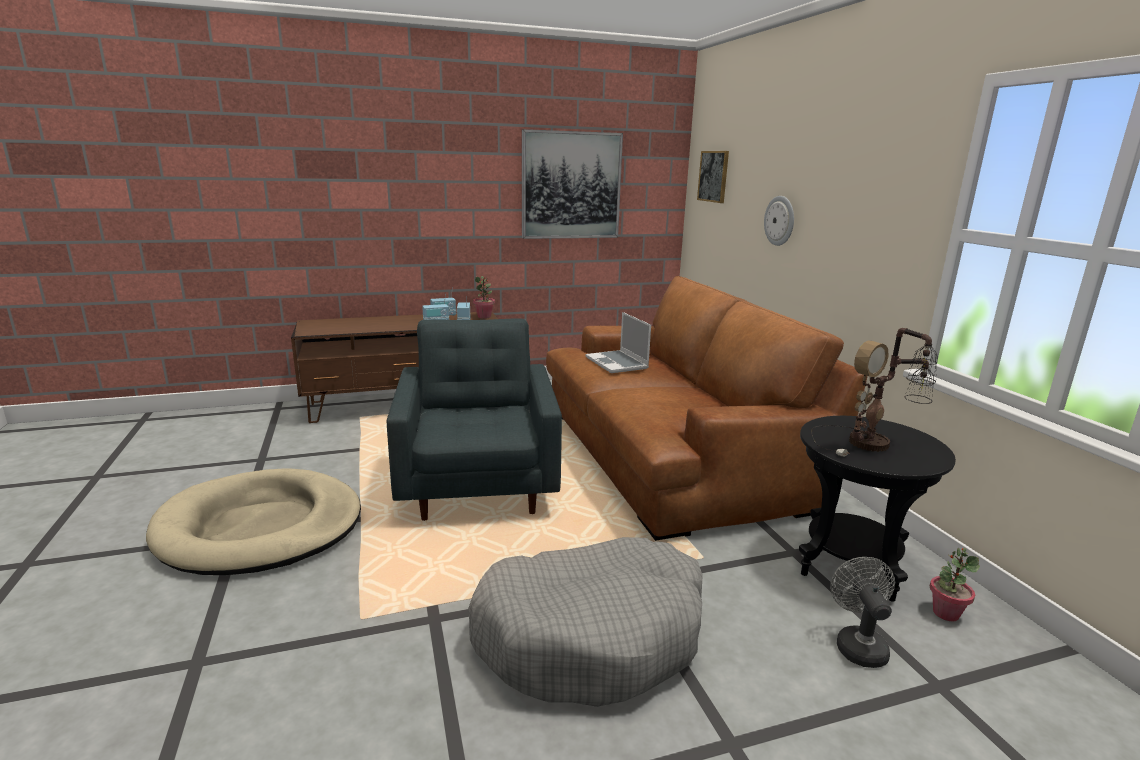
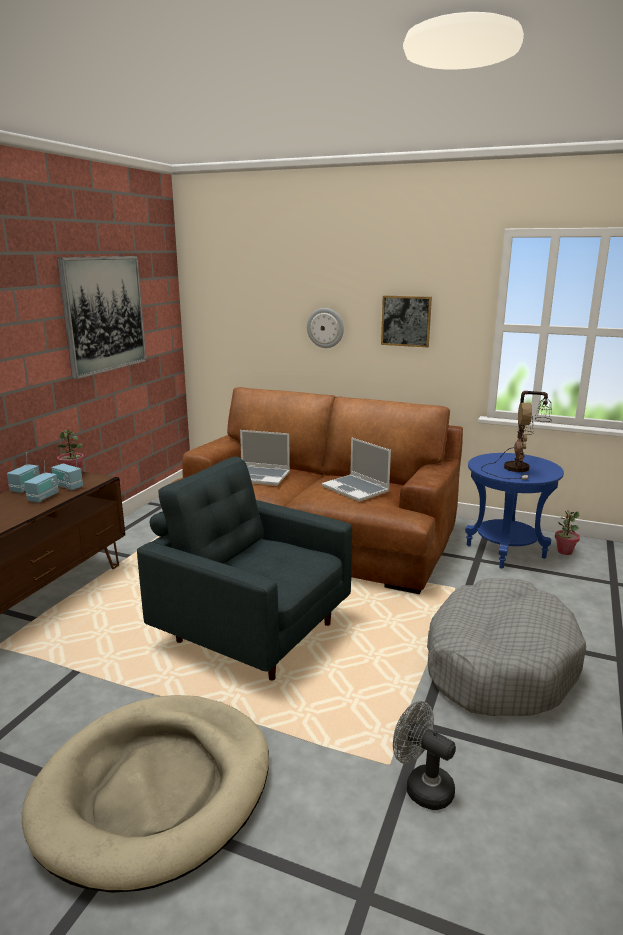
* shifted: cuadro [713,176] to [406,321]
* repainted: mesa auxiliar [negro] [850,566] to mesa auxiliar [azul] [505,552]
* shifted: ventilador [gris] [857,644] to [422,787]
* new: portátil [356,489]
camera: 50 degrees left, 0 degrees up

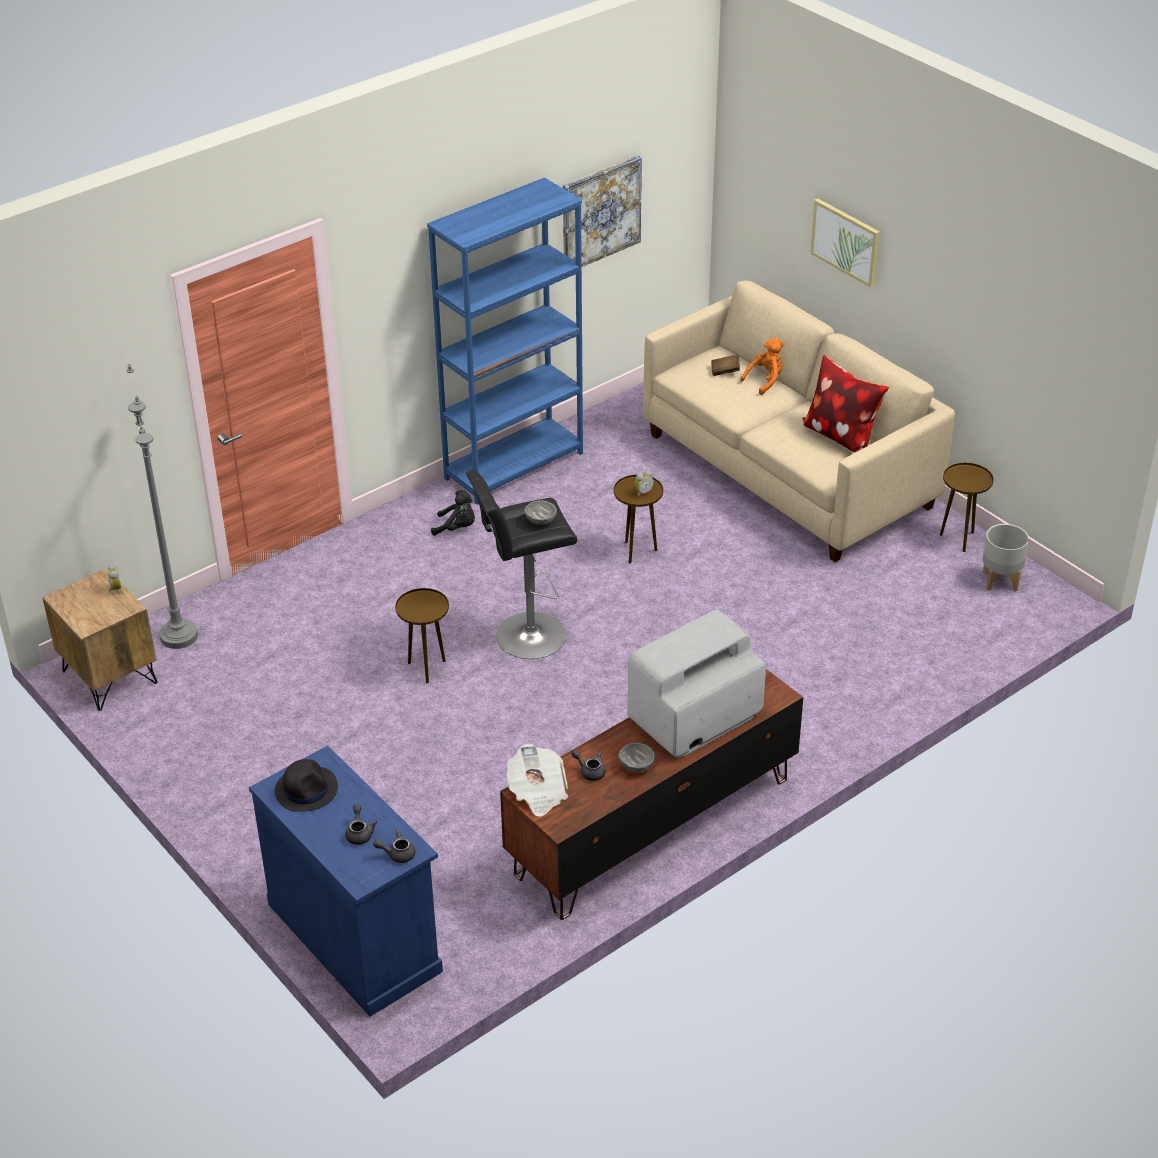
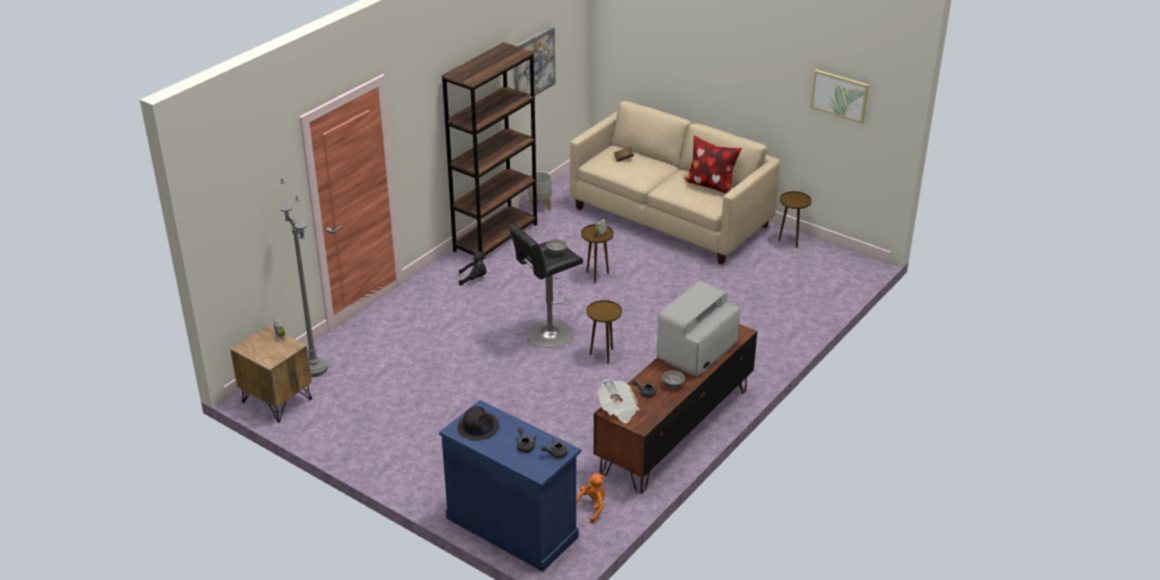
* shifted: mesa auxiliar [marrón] [426,668] to [603,355]
* repainted: estantería [azul] [514,465] to estantería [marrón] [495,237]
* shifted: peluche [naranja] [765,381] to [591,507]
* shifted: cuadro [846,242] to [840,95]
* shifted: maceta [gris] [1000,581] to [540,207]
camera: 15 degrees left, 5 degrees down

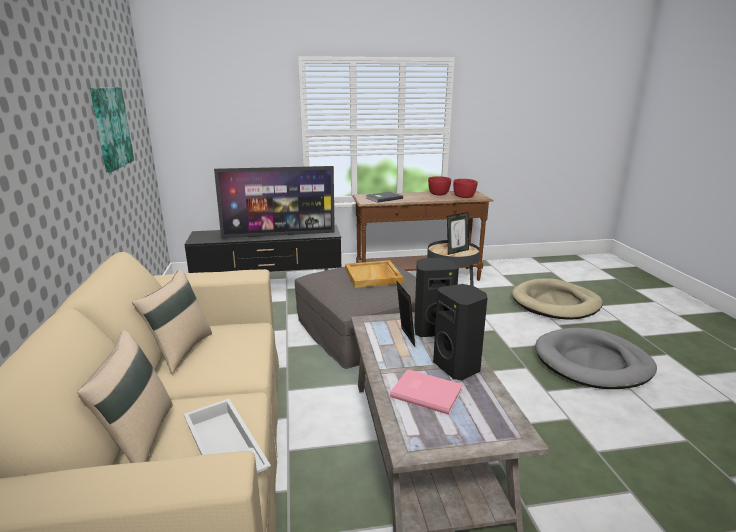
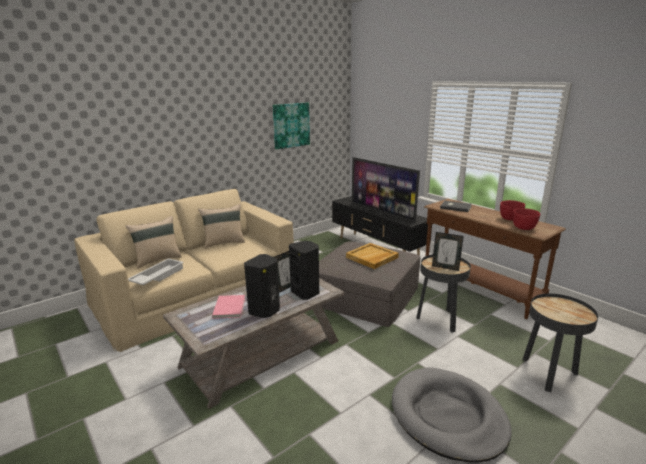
* swapped: cama para perro [beis] [555,303] to mesa auxiliar [negro] [549,374]
camera: 60 degrees right, 0 degrees up

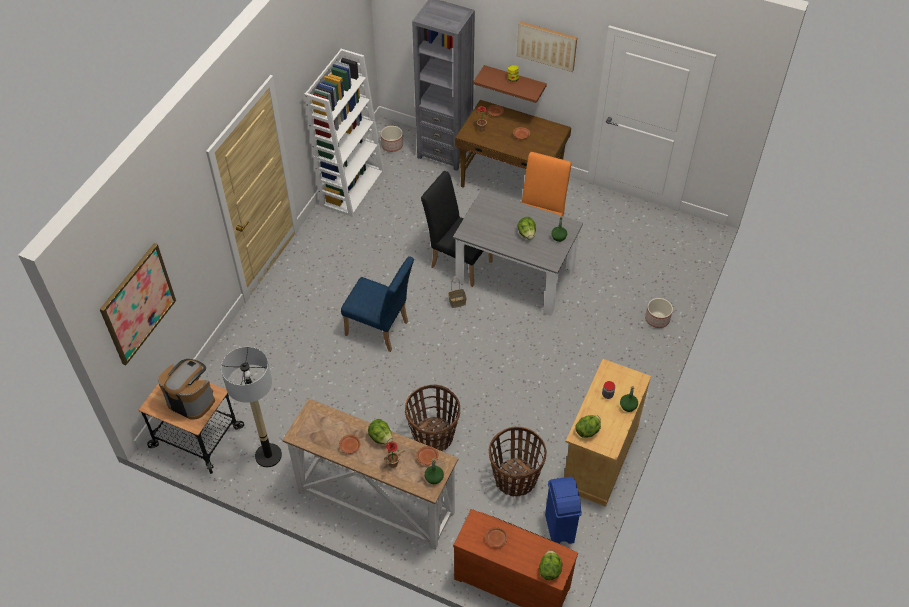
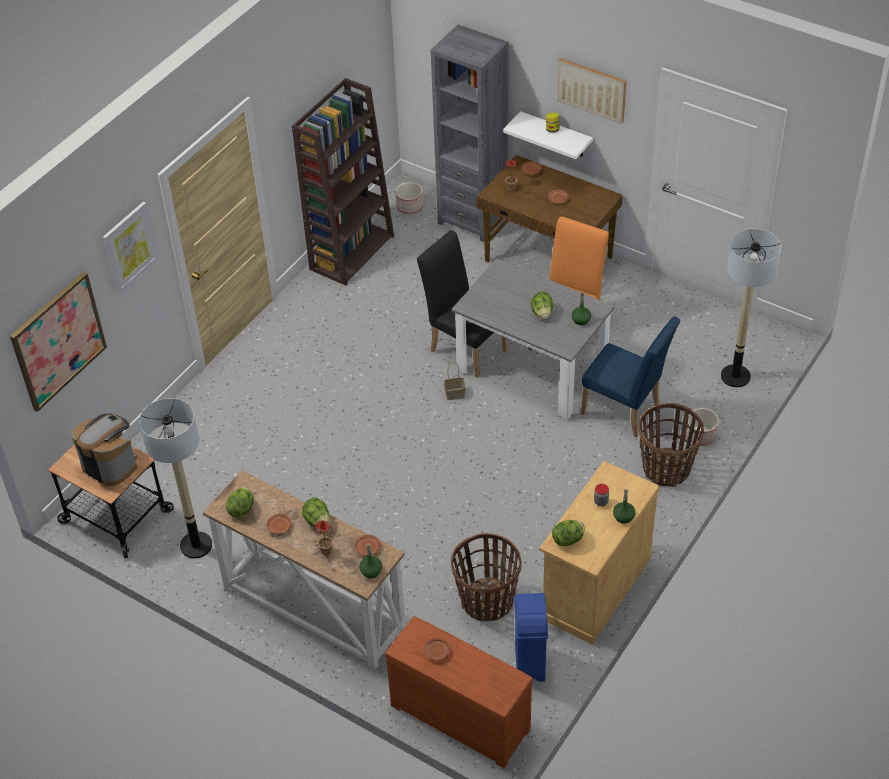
* repainted: estantería [blanco] [352,187] to estantería [marrón] [352,252]
* shifted: silla [azul] [381,330] to [625,412]
* shifted: cesta [433,436] to [666,469]
* repainted: estante [marrón] [514,82] to estante [blanco] [556,135]
* shifted: lechuga [549,569] to [242,509]
* new: cuadro [129,247]
* new: lámpara de pie [735,376]
camera: 10 degrees right, 5 degrees down

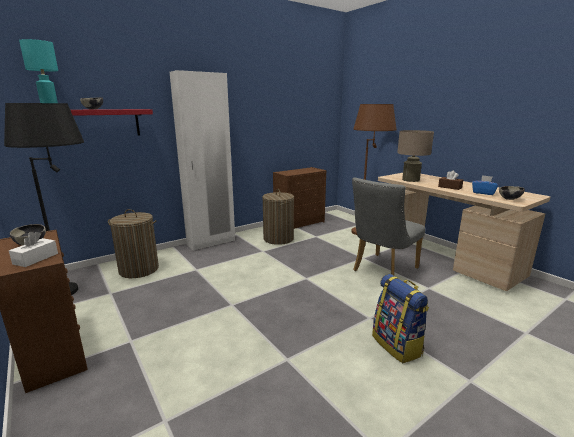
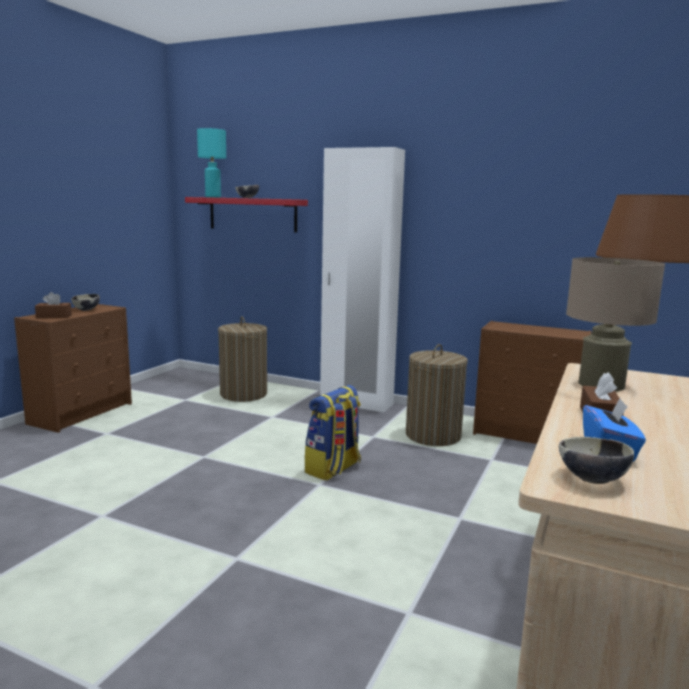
* gone: lámpara de pie [negro] [78,291]
* repainted: caja de pañuelos [blanco] [36,259] to caja de pañuelos [marrón] [54,316]
* gone: silla [gris] [382,270]
* shifted: mochila [397,345] to [333,469]
camera: 60 degrees right, 5 degrees down

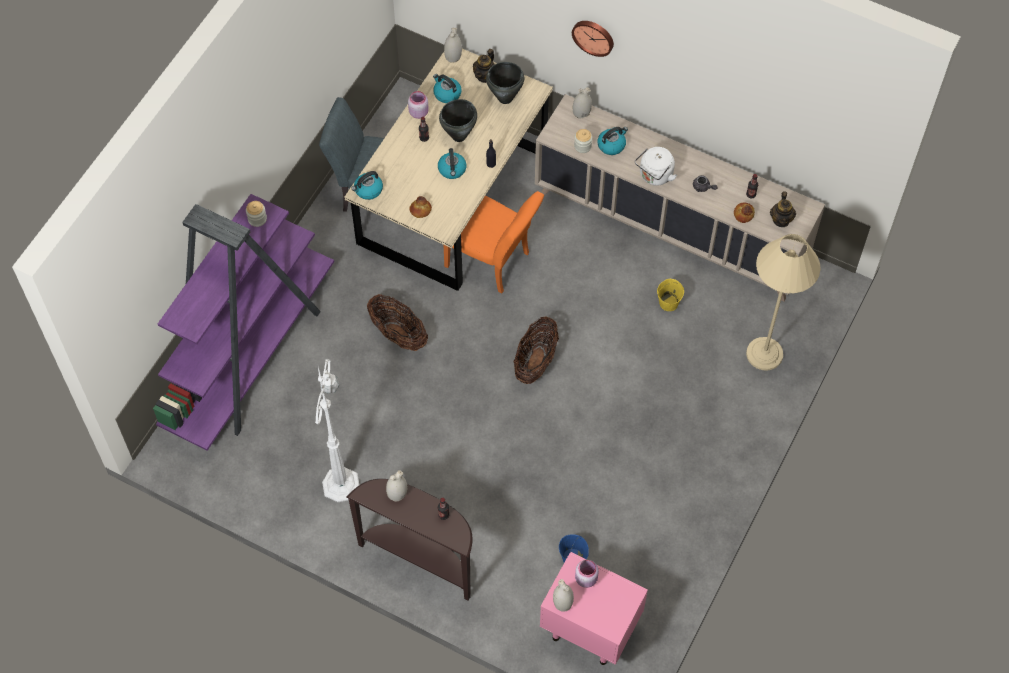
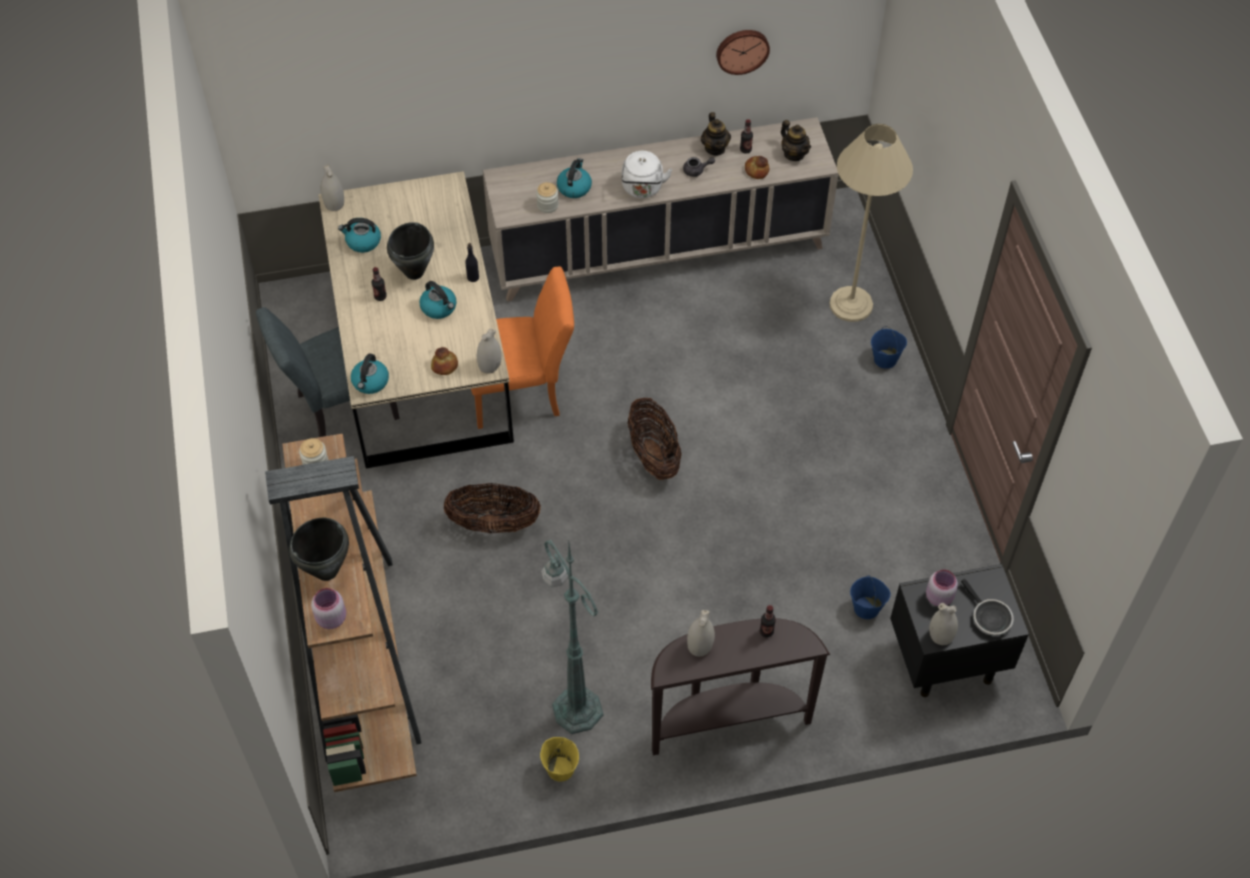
* repainted: estantería [morado] [251,355] to estantería [marrón] [358,653]
* repainted: lámpara de pie [blanco] [341,483] to lámpara de pie [verde] [576,707]
* shifted: tarro [rosa] [418,112] to [331,617]
* shifted: tetera [484,76] to [715,148]
* shifted: olla [negro] [505,98] to [327,571]
* repainted: mesita de noche [rosa] [589,628] to mesita de noche [negro] [945,660]
* shifted: reloj de pared [593,36] to [742,50]
* shifted: florero [blanco] [581,113] to [490,365]
* shifted: cubo [amarillo] [668,303] to [560,768]
* new: cubo [azul] [885,359]
* new: sartén [988,618]
camera: 40 degrees left, 5 degrees down

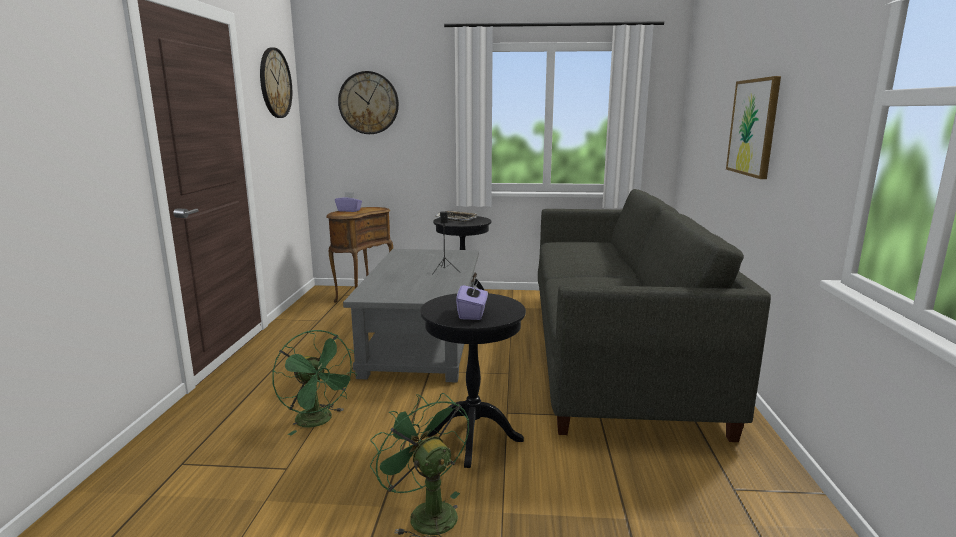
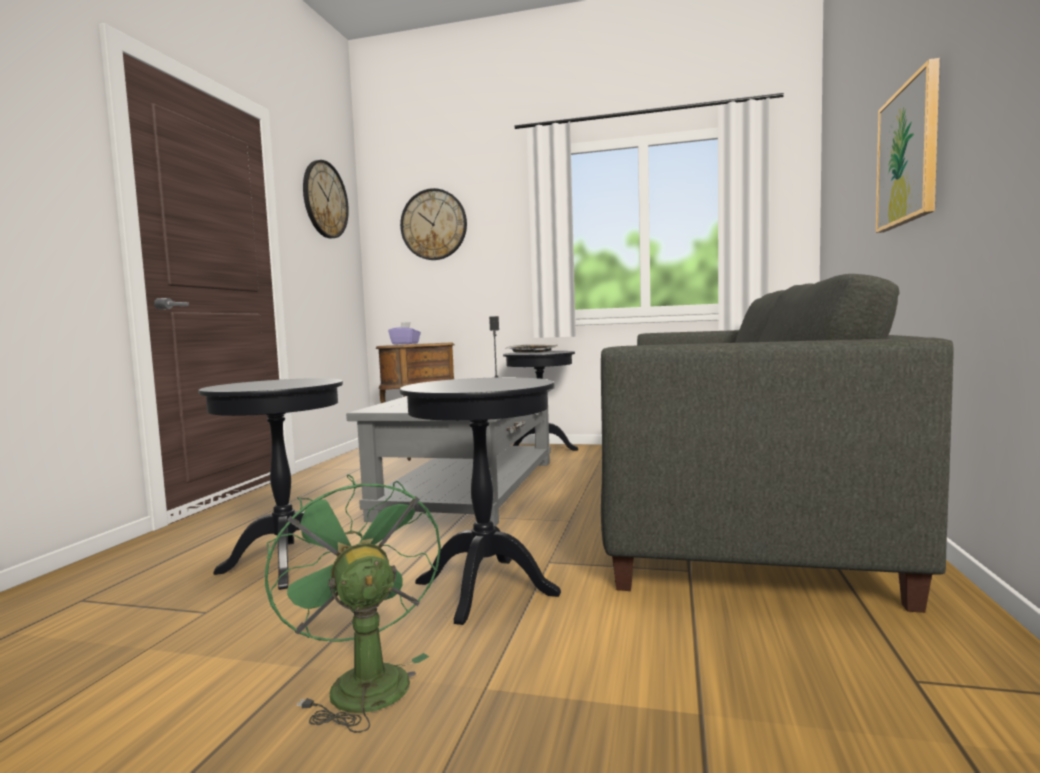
* swapped: ventilador [verde] [319,421] to mesa auxiliar [negro] [287,563]
* gone: caja de pañuelos [morado] [472,314]
camera: 10 degrees right, 10 degrees down

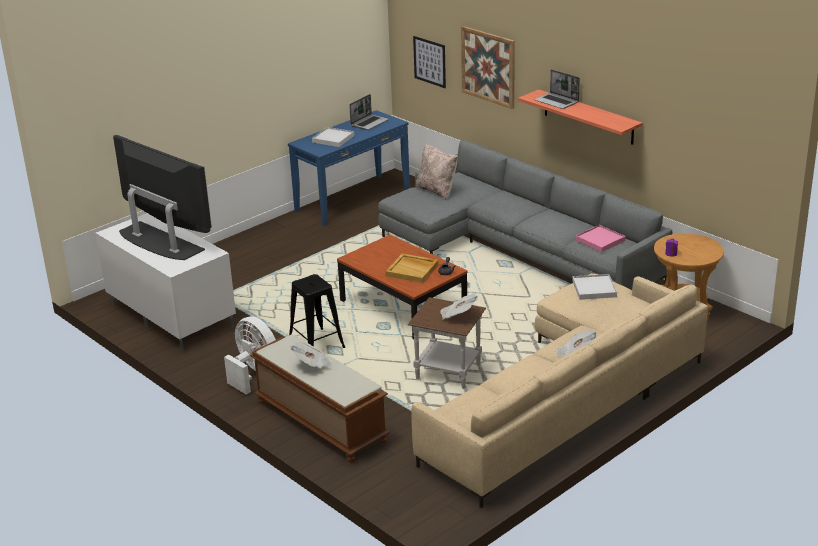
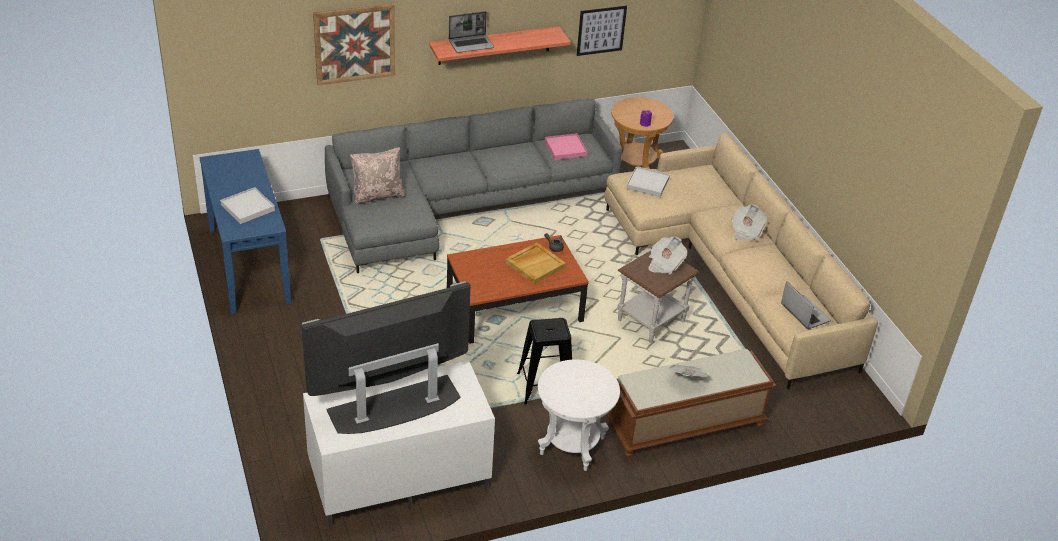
* swapped: ventilador [blanco] [254,374] to mesa auxiliar [blanco] [572,445]
* shifted: portátil [369,123] to [804,313]
* shifted: cuadro [429,61] to [601,30]
camera: 70 degrees left, 10 degrees up

